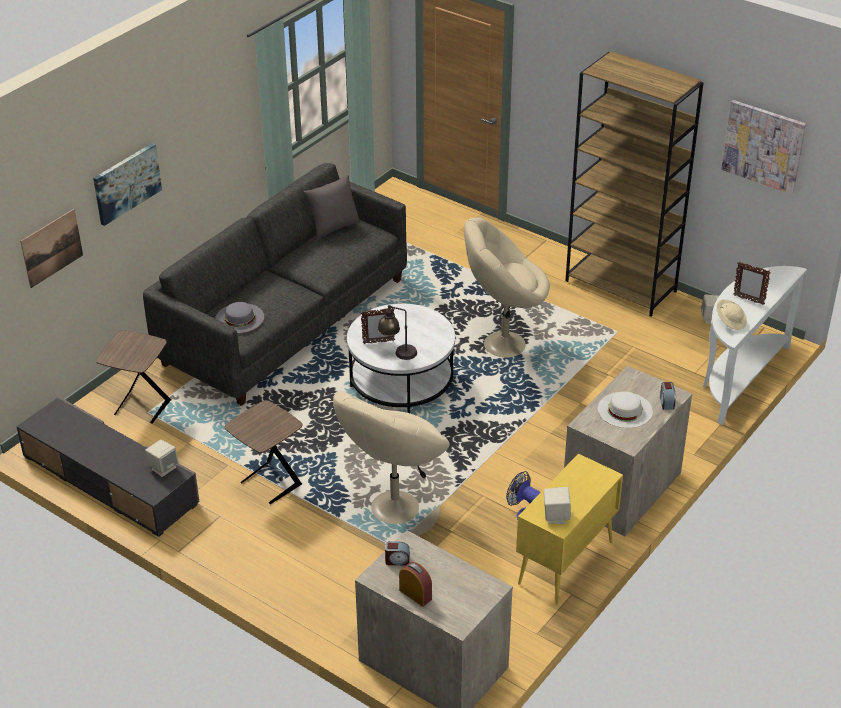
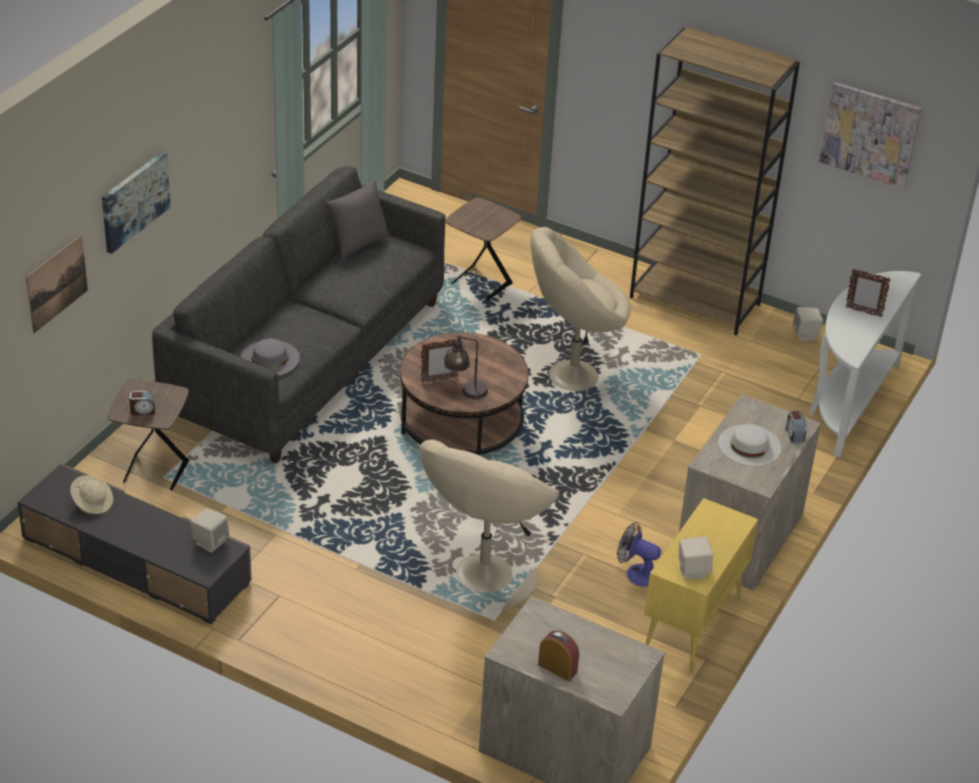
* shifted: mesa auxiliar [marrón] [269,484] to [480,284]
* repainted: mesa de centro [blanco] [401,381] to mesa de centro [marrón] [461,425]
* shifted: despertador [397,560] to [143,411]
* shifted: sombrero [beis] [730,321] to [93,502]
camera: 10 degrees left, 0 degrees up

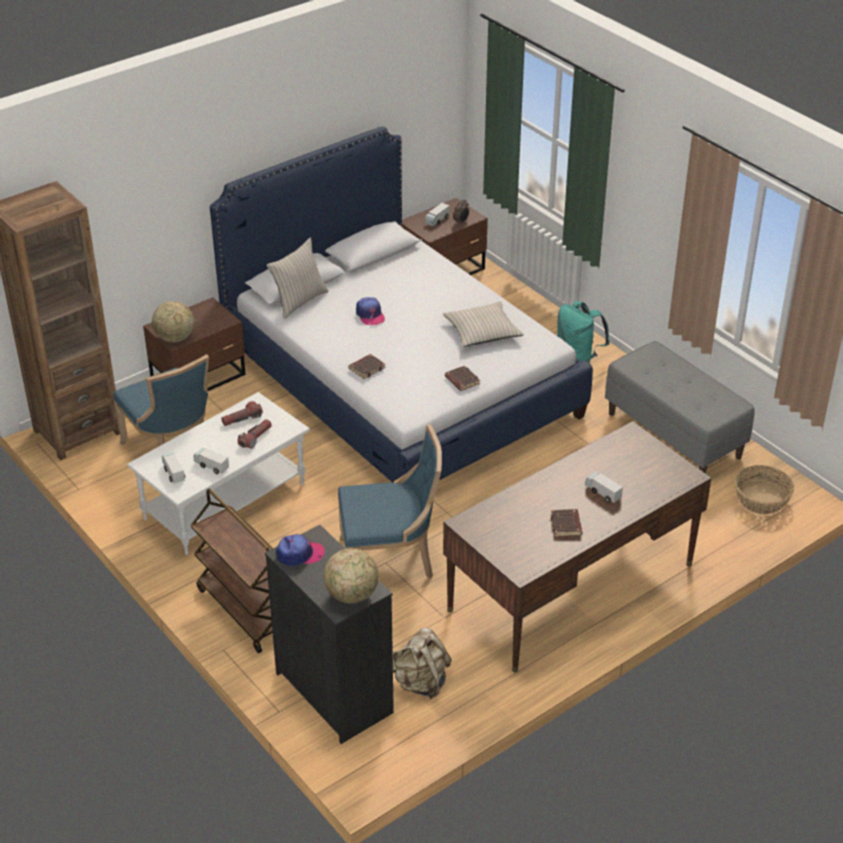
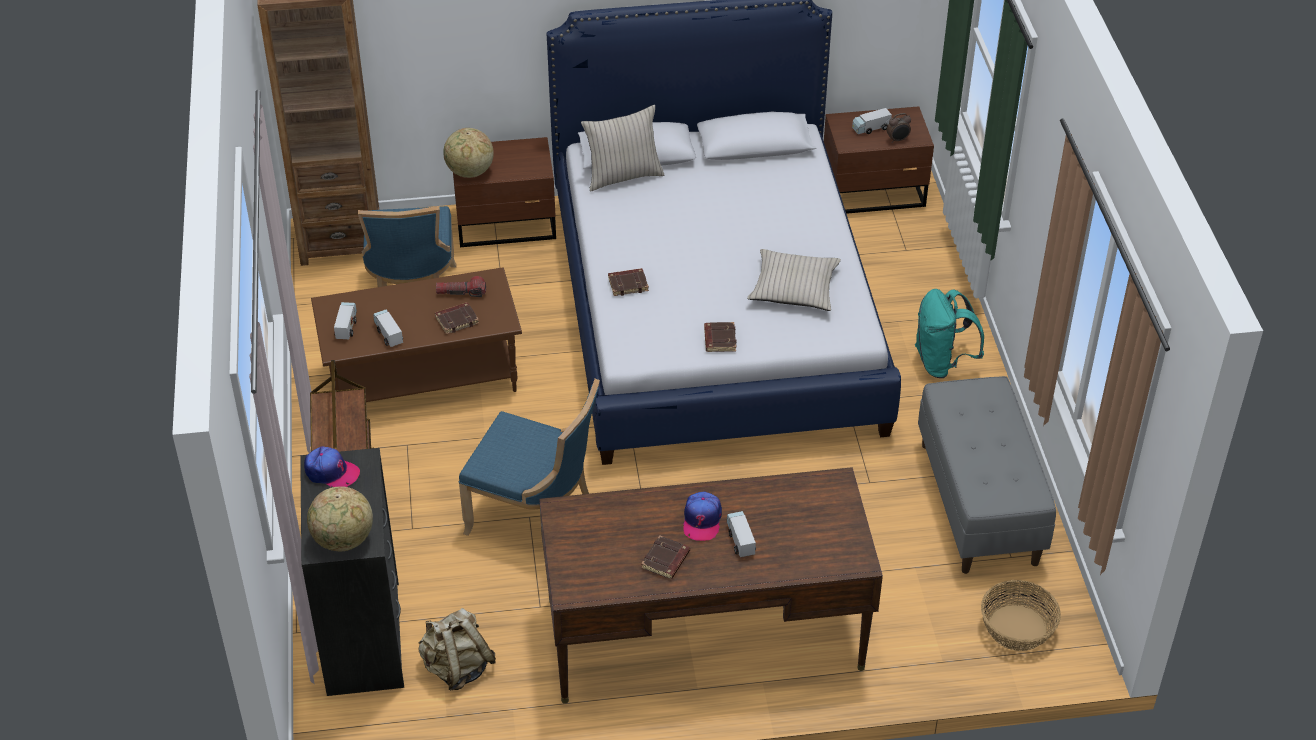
* repainted: mesa de centro [blanco] [225,503] to mesa de centro [marrón] [421,379]
* swapped: linterna [255,438] to libro [marrón] [457,320]
* shifted: gorra [370,315] to [702,520]
camera: 30 degrees right, 5 degrees up

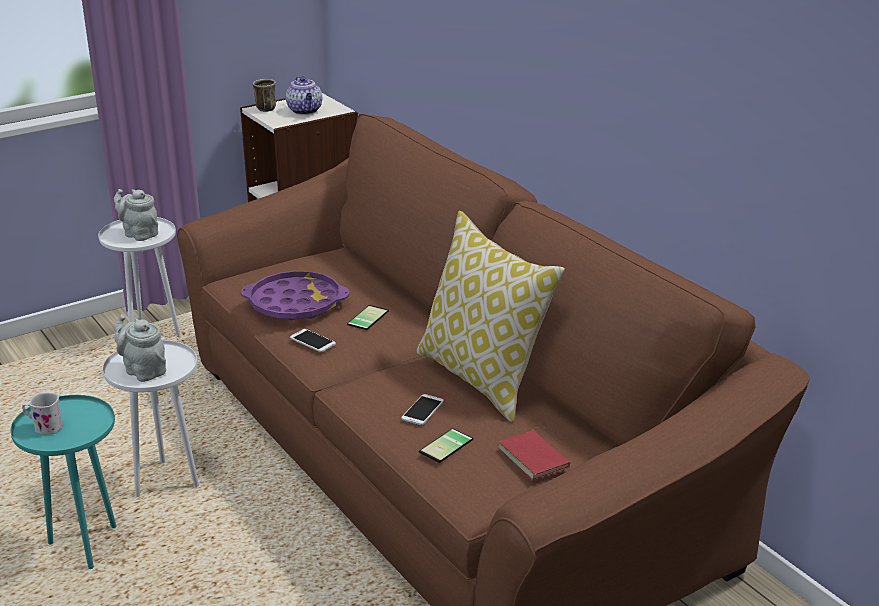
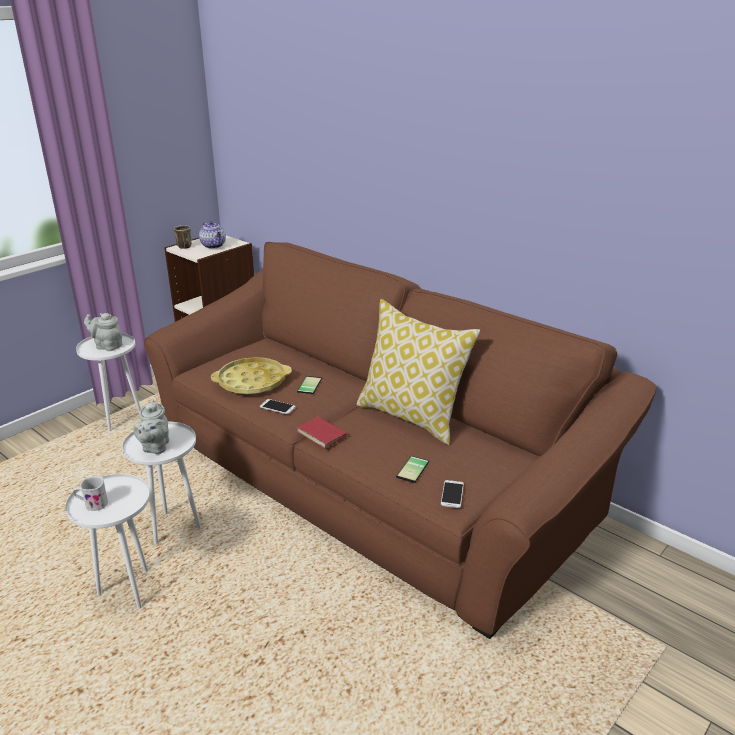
* repainted: mesa auxiliar [turquesa] [85,547] to mesa auxiliar [blanco] [128,591]
* rotated: tetera [gris] [143,370] = [155,447] 120 degrees counterclockwise
* repainted: bandeja [morado] [295,303] to bandeja [amarillo] [252,382]
* shifted: móvil [422,410] to [452,494]
* shifted: libro [rojo] [535,458] to [323,434]
camera: 15 degrees left, 0 degrees up

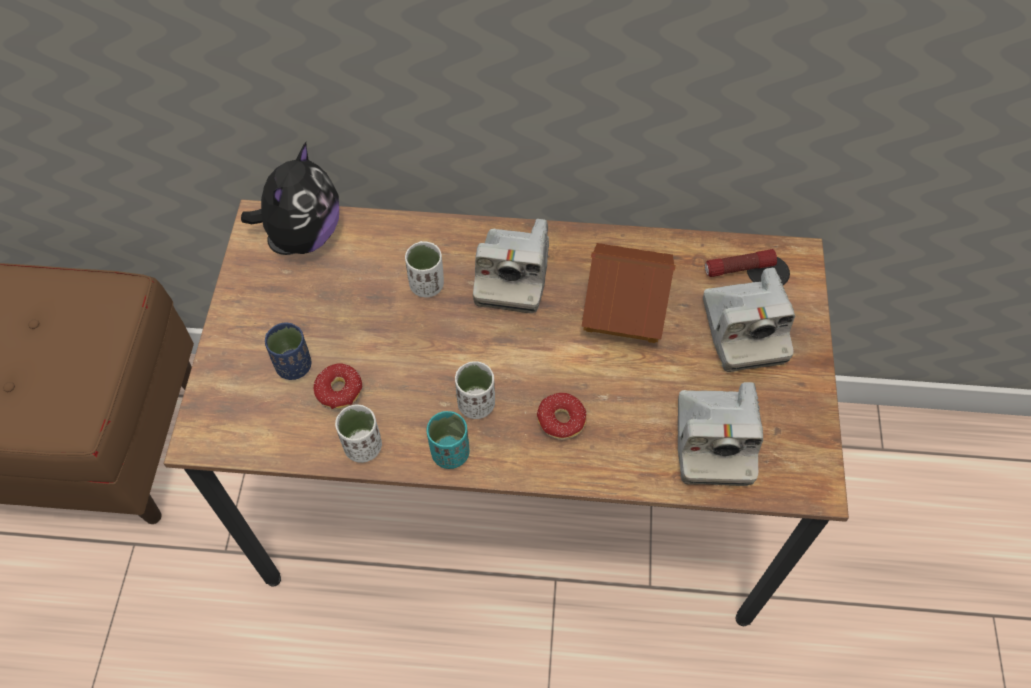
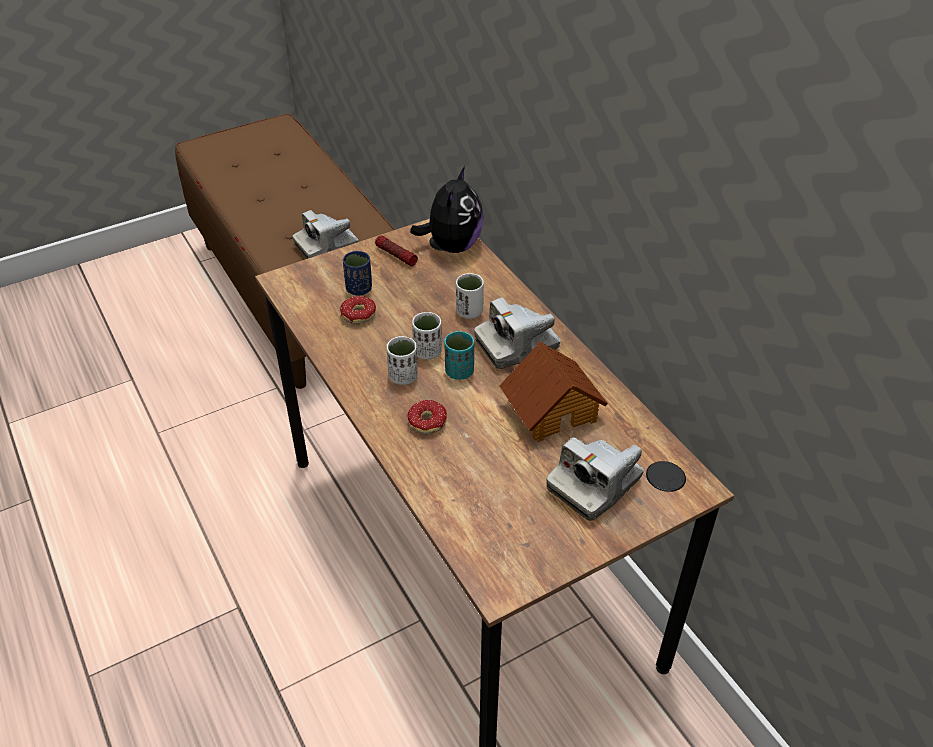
* rotated: peluche [303,235] = [452,246] 60 degrees counterclockwise
* shifted: taza [blanco] [363,446] to [427,352]
* shifted: taza [turquesa] [450,453] to [459,371]
* shifted: cámara [713,442] to [326,246]
* shifted: linterna [738,268] to [396,255]
camera: 55 degrees right, 15 degrees down

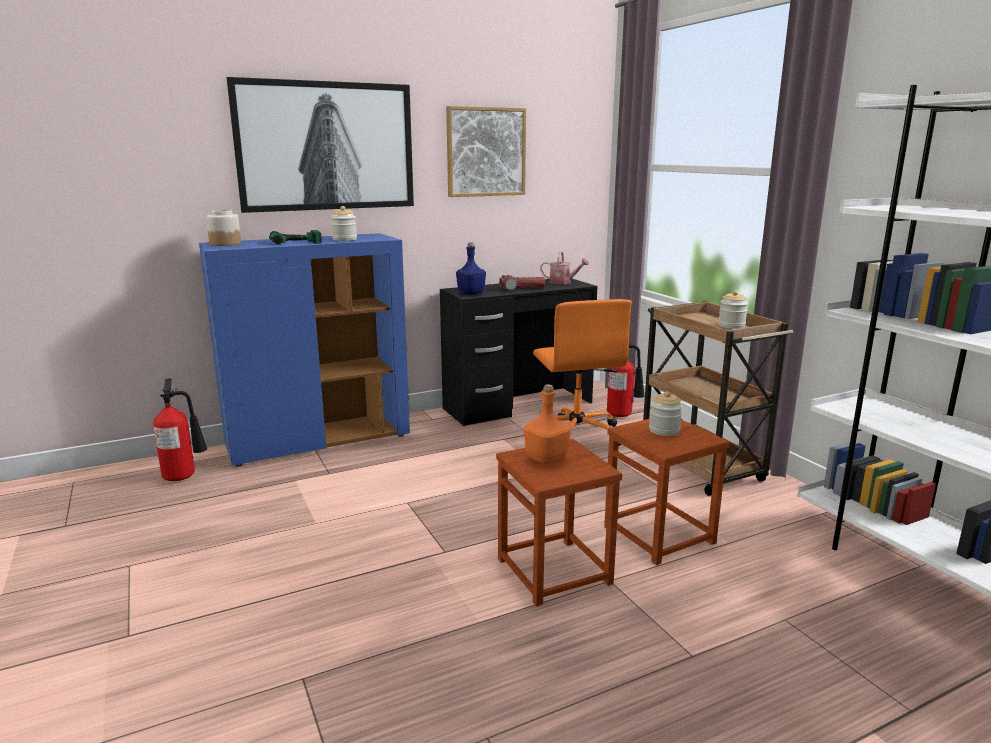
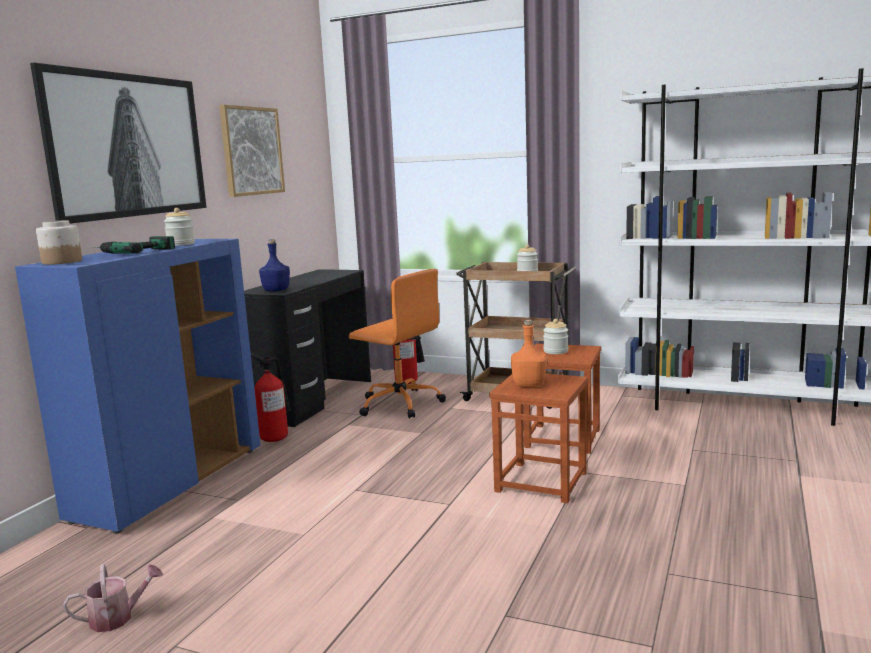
* shifted: extintor [184,476] to [276,438]
* gone: linterna [522,289]
* shifted: regadera [563,282] to [118,617]
camera: 40 degrees left, 5 degrees down

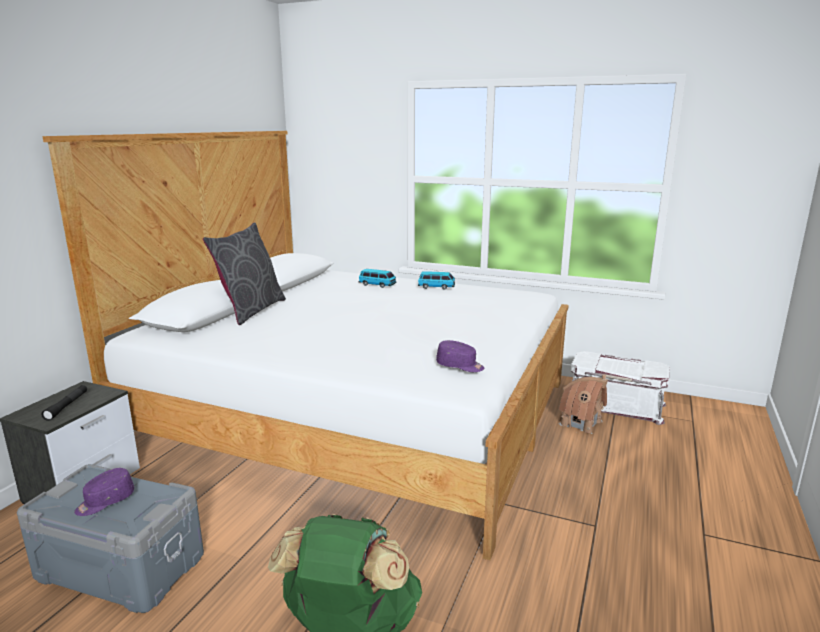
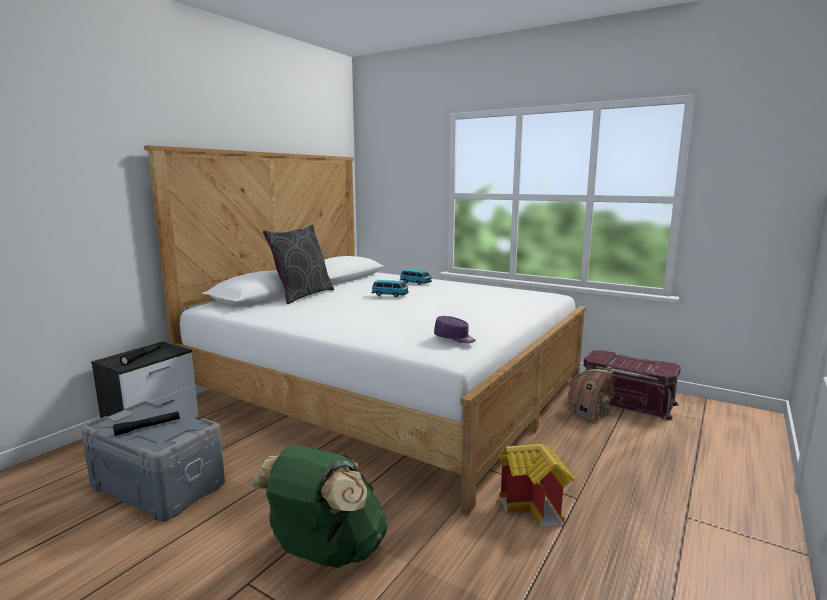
* swapped: gorra [morado] [105,501] to linterna [negro] [148,427]
* shifted: coche de juguete [436,287] to [390,295]
* repainted: caja de almacenaje [blanco] [615,404] to caja de almacenaje [rojo] [627,400]
* new: casita [535,506]
camera: 10 degrees right, 5 degrees down

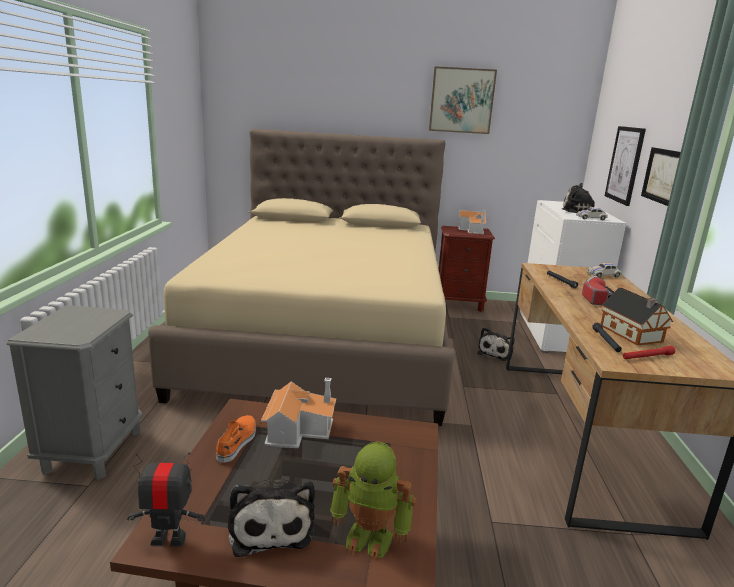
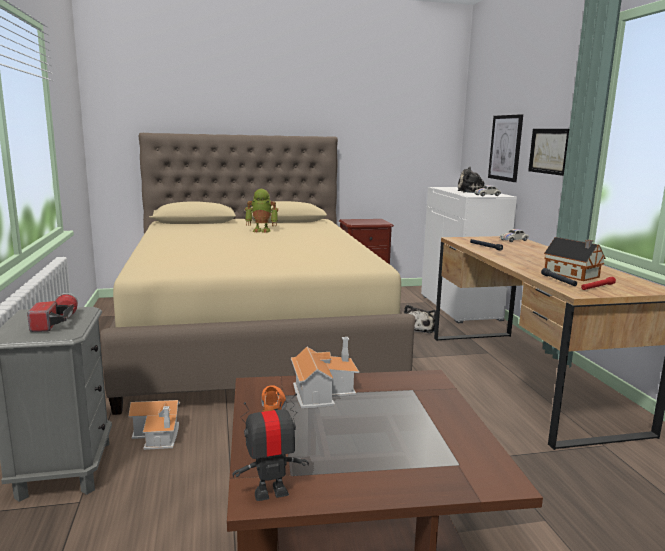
* gone: peluche [271,525]
* shifted: robot de juguete [370,536] to [262,230]
* gone: cuadro [461,100]
* shifted: casita [473,230] to [159,435]
* shifted: linterna [596,298] to [56,322]
camera: 15 degrees left, 5 degrees down

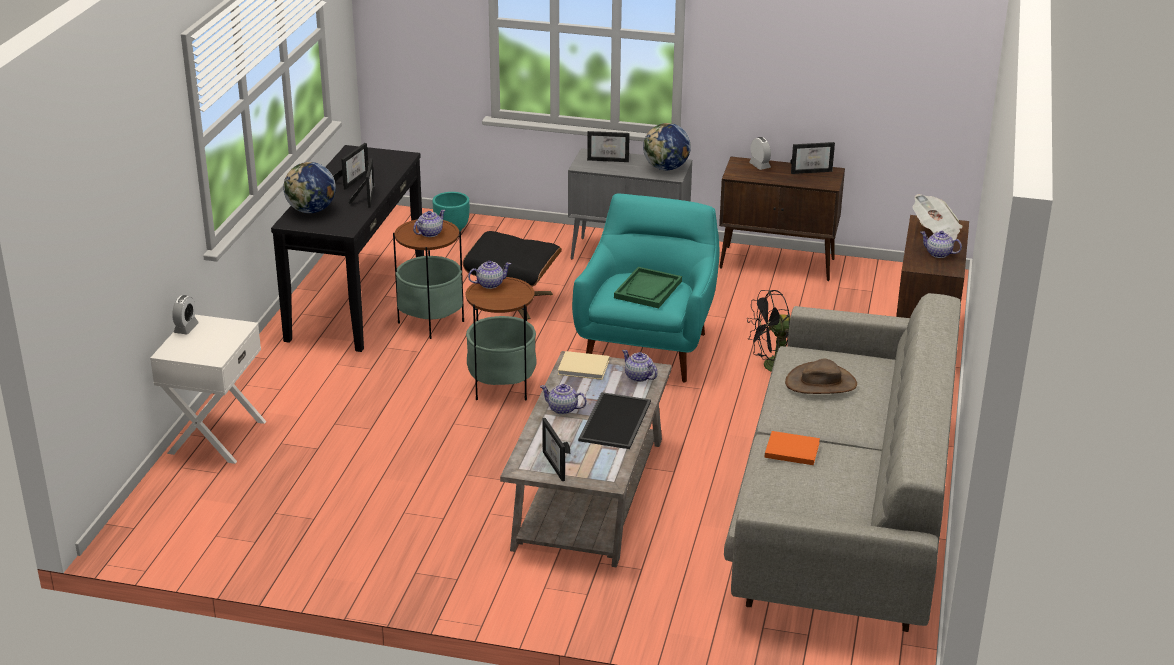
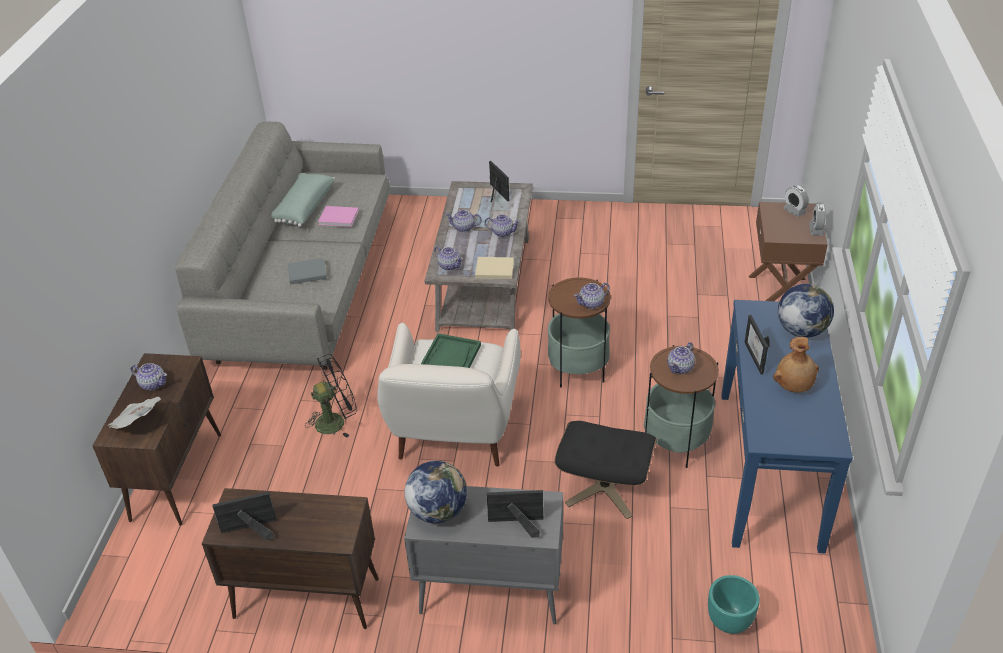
* repainted: mesita de noche [blanco] [216,437] to mesita de noche [marrón] [780,295]
* repainted: mesa consola [negro] [356,299] to mesa consola [azul] [770,468]
* swapped: portarretratos [352,179] to florero [marrón] [794,386]
* repainted: sillón [turquesa] [647,347] to sillón [blanco] [455,433]
* swapped: bandeja [614,420] to tetera [464,228]
* shifted: despertador [759,165] to [794,211]
* repainted: libro [naranja] [790,450] to libro [rosa] [340,218]
* swapped: sombrero [marrón] [821,383] to libro [gris] [306,273]
* new: cojín [verde] [303,208]
camera: 175 degrees right, 10 degrees up

